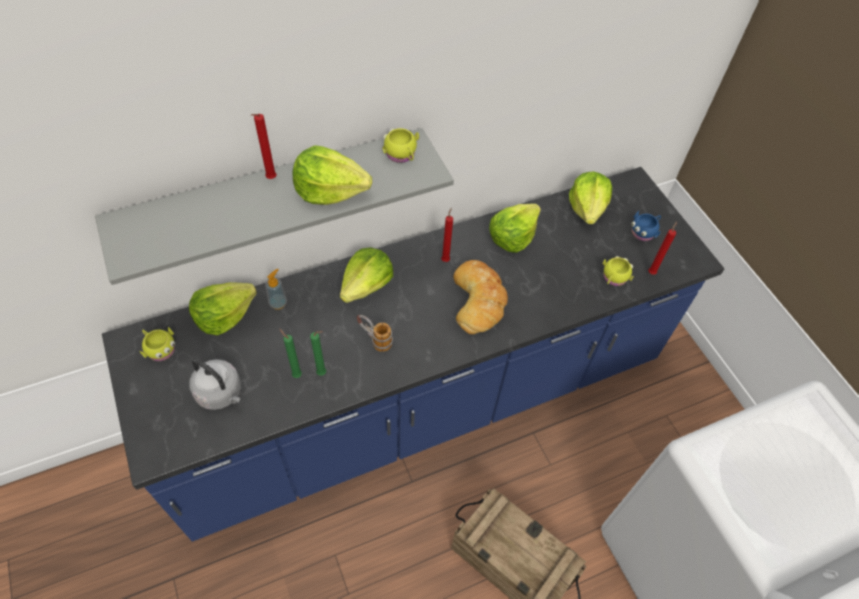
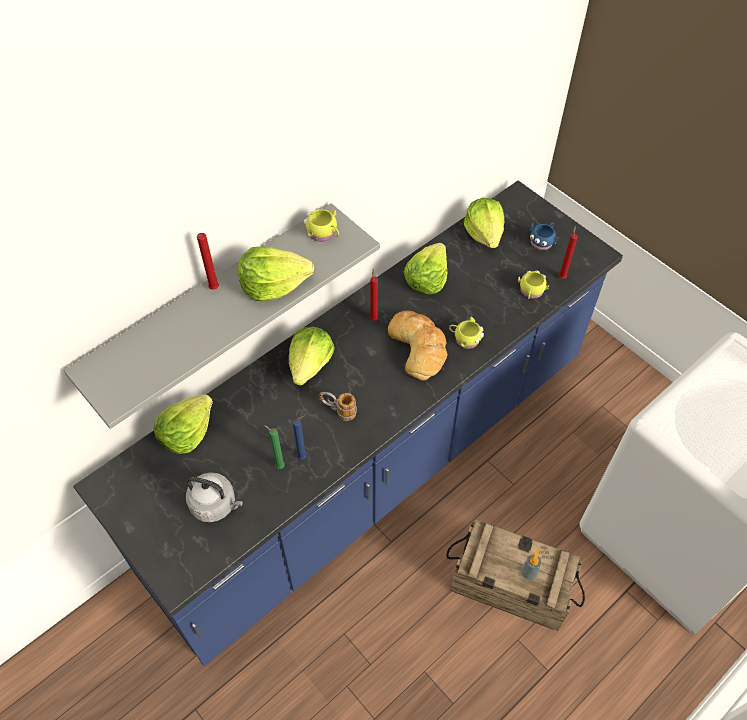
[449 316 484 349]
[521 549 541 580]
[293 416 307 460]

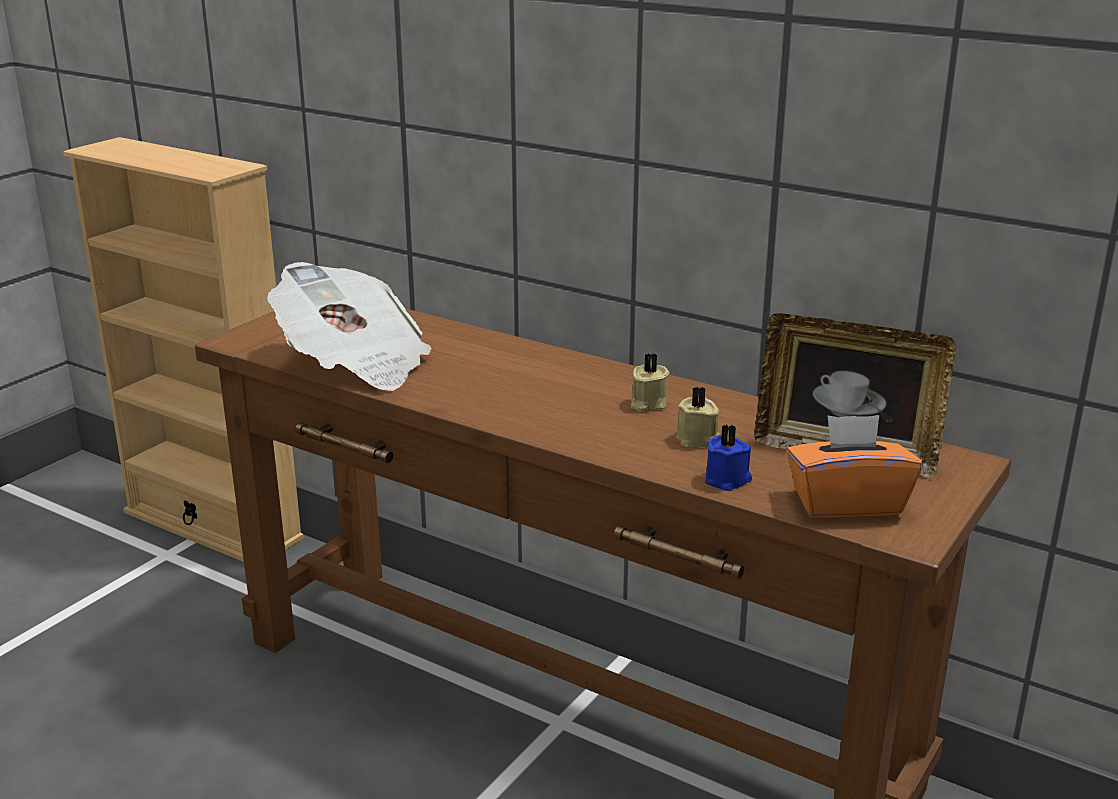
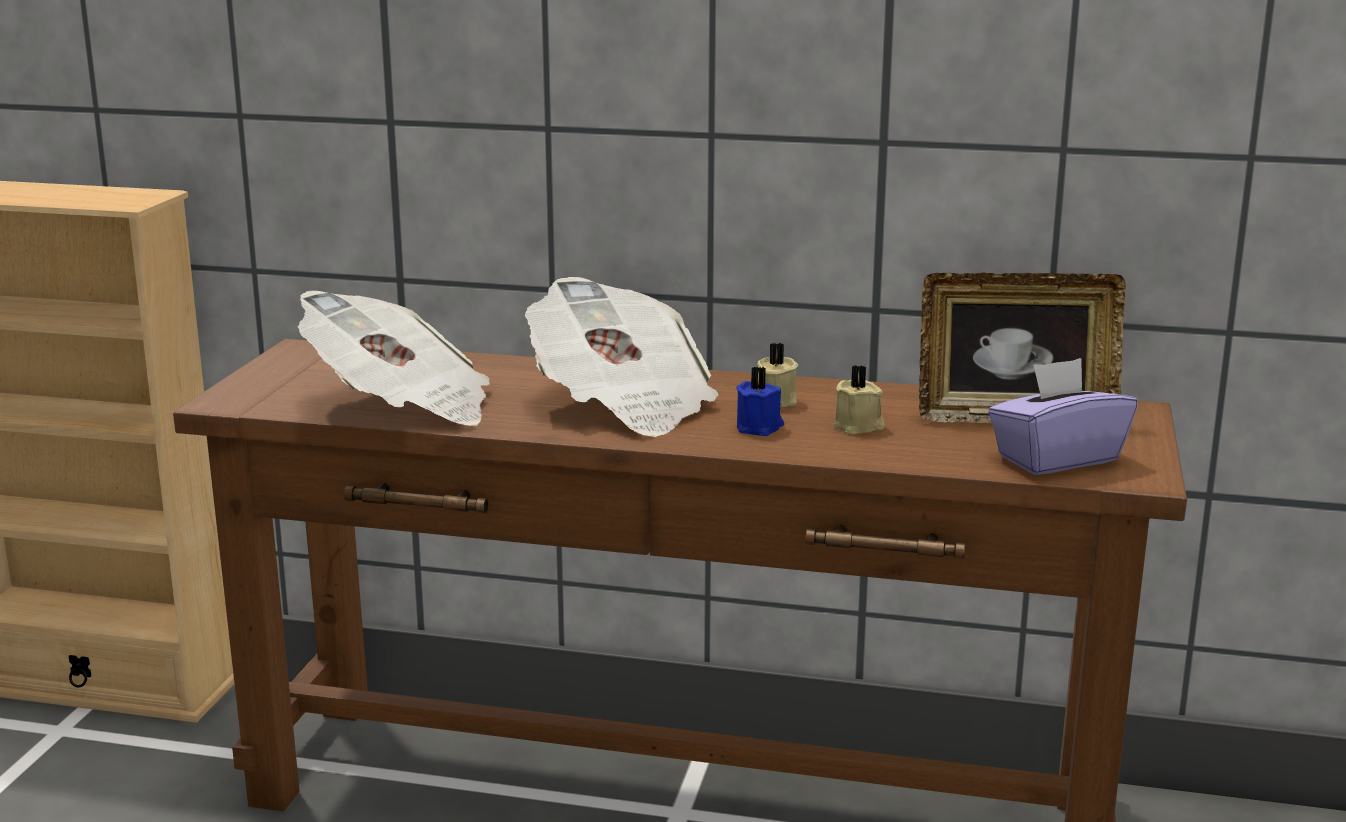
[736 367 784 436]
[988 358 1138 475]
[525 277 719 437]

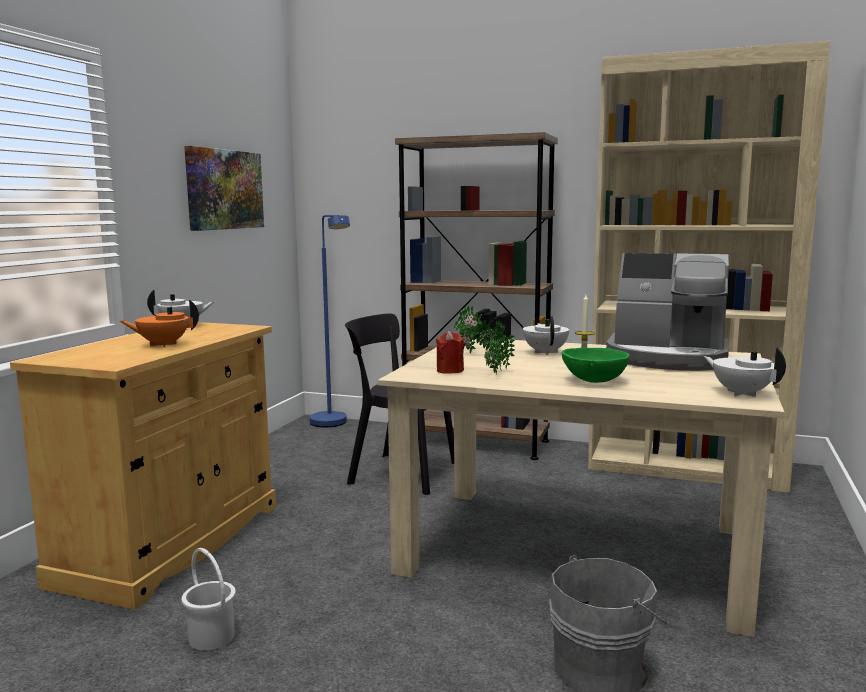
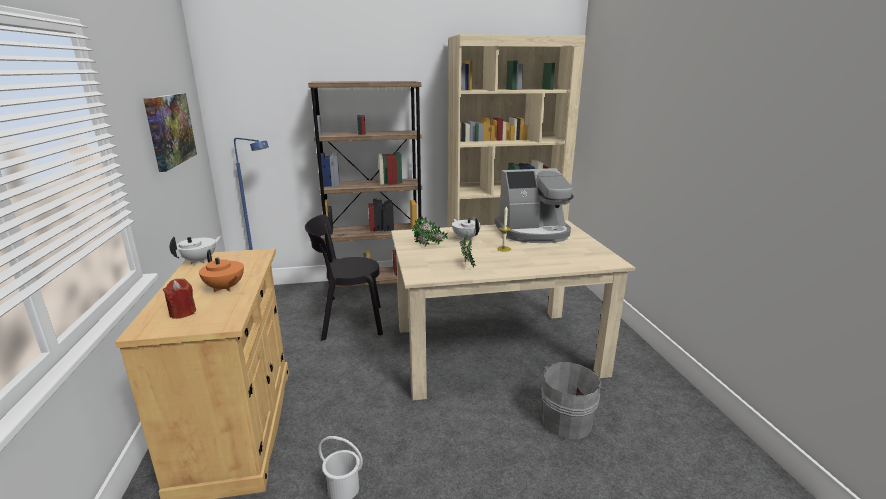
[199 250 244 292]
[163 279 196 319]
[562 347 629 383] (first image)
[704 347 786 397] (first image)

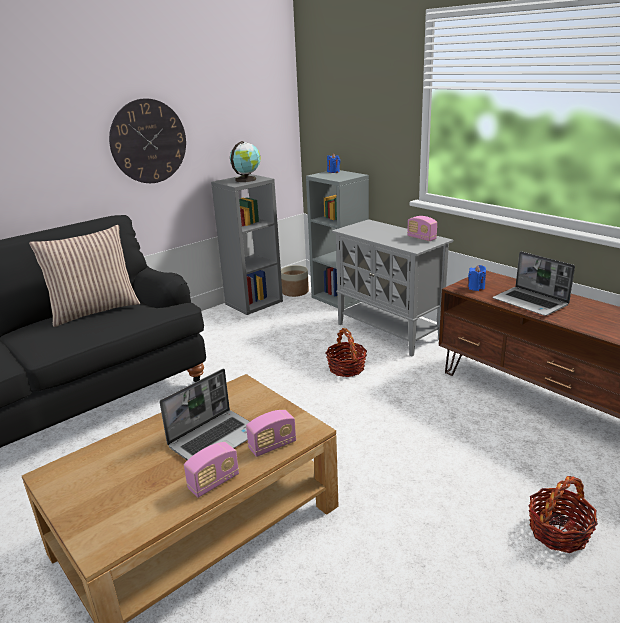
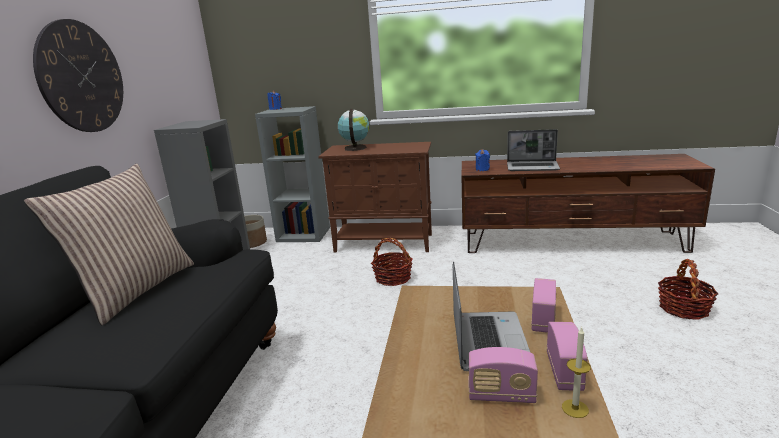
[338 109 369 151]
[318 142 432 252]
[469 347 538 403]
[562 327 591 418]

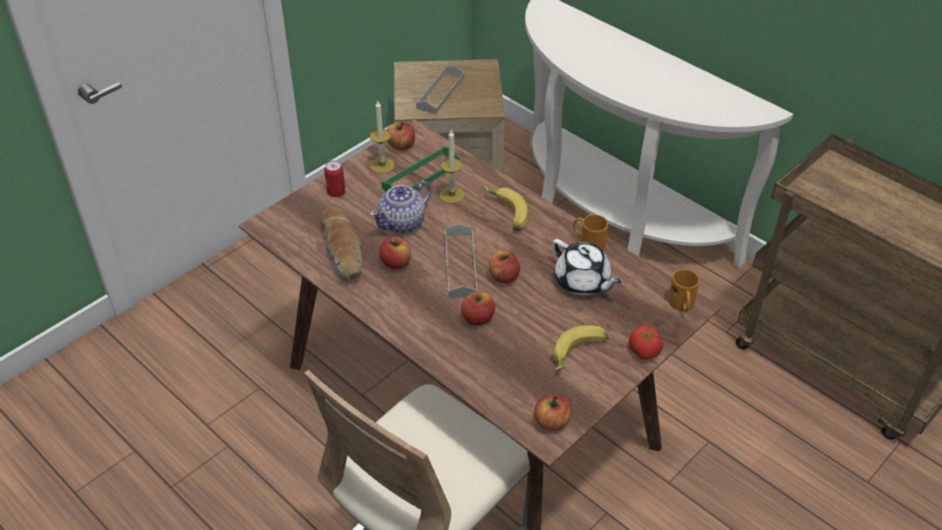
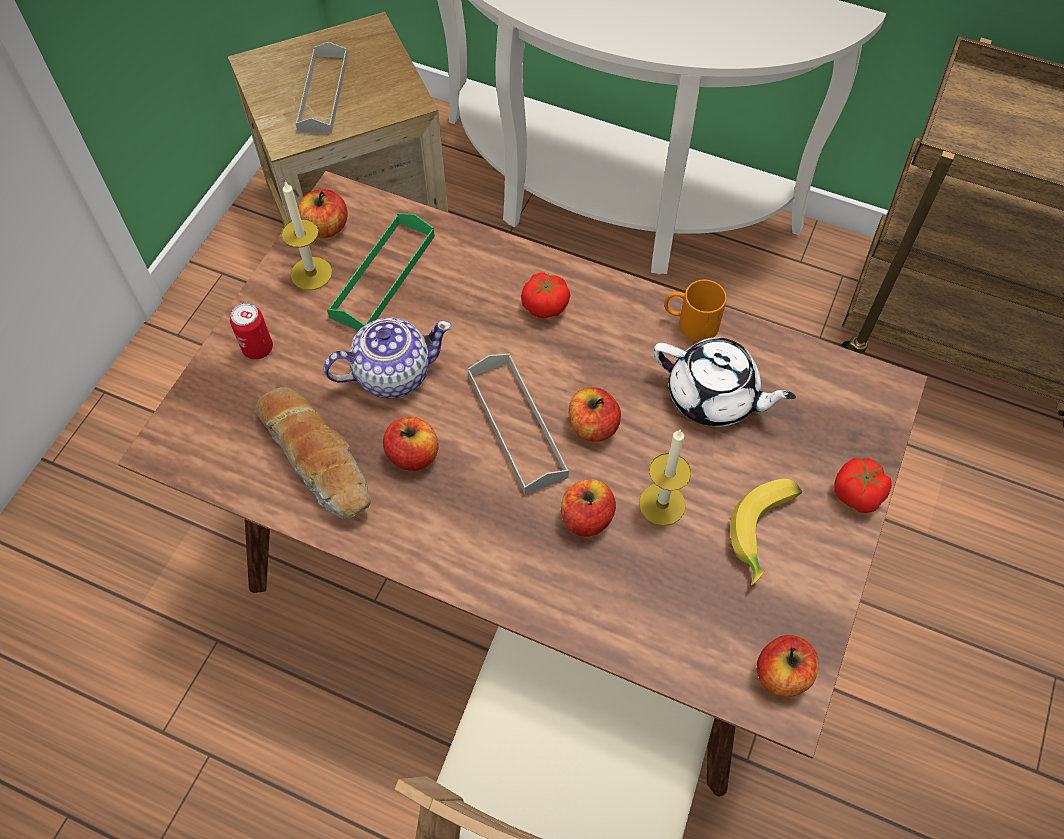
[323 317 452 398]
[639 429 691 526]
[521 273 570 319]
[668 269 700 312] (first image)

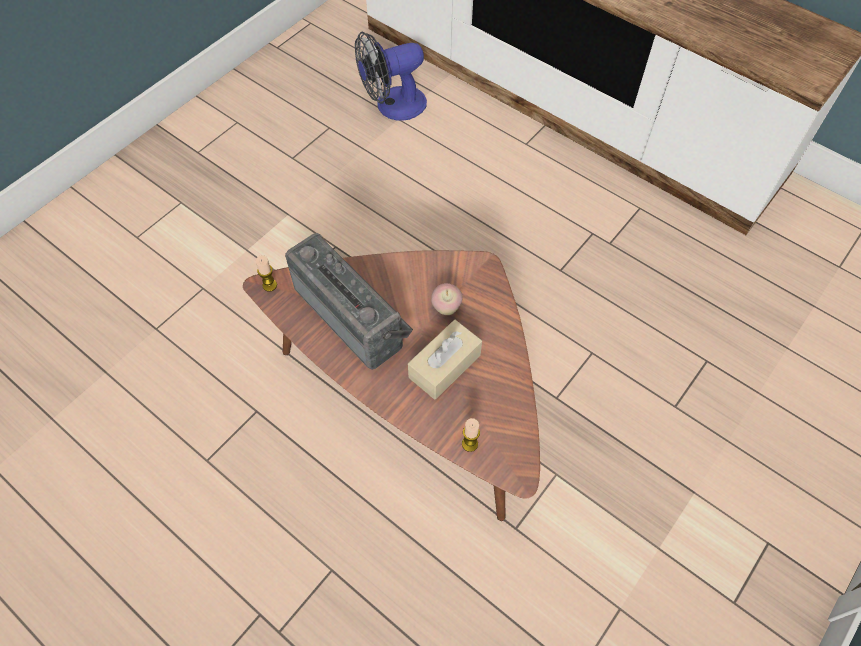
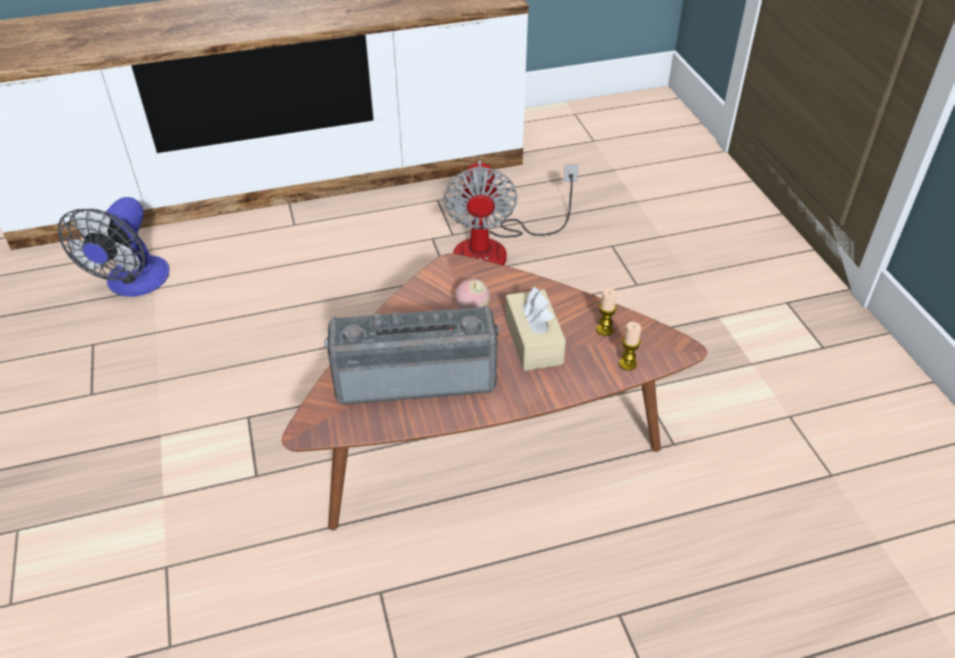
[596 288 617 336]
[443 161 579 265]

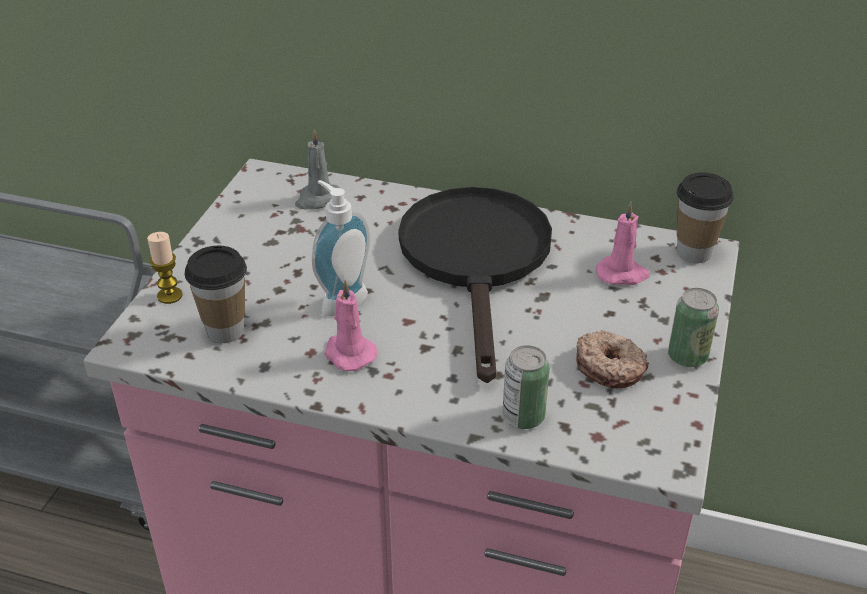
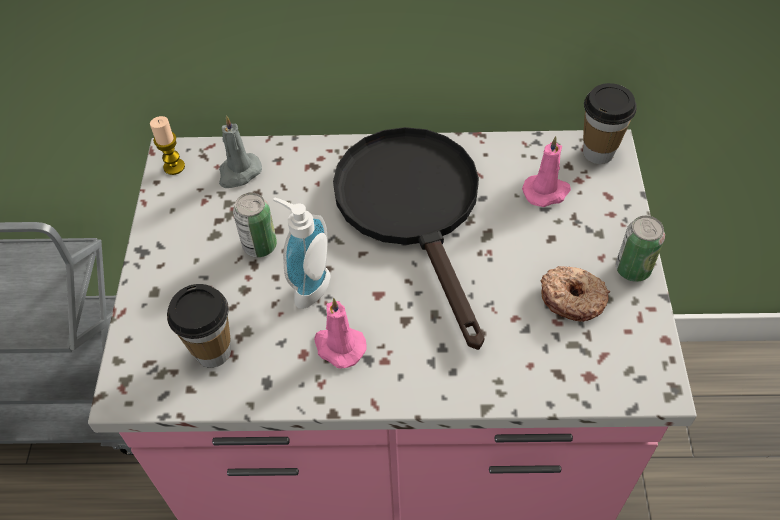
[150 116 185 175]
[233 193 277 257]

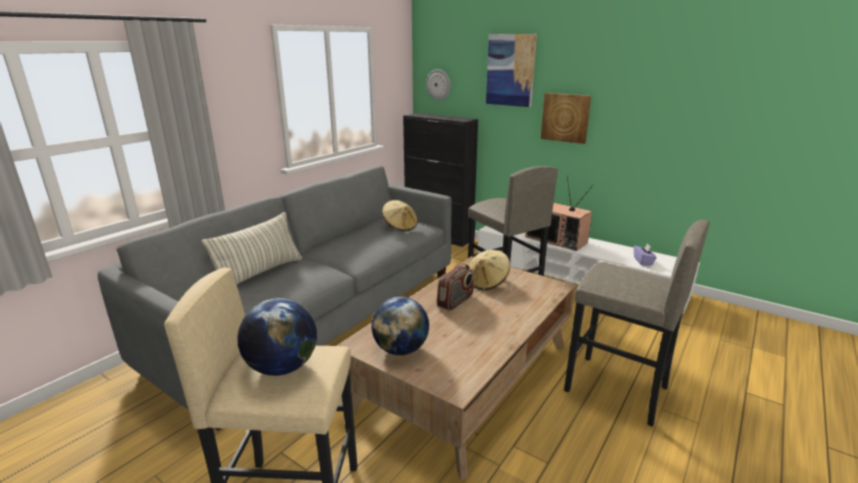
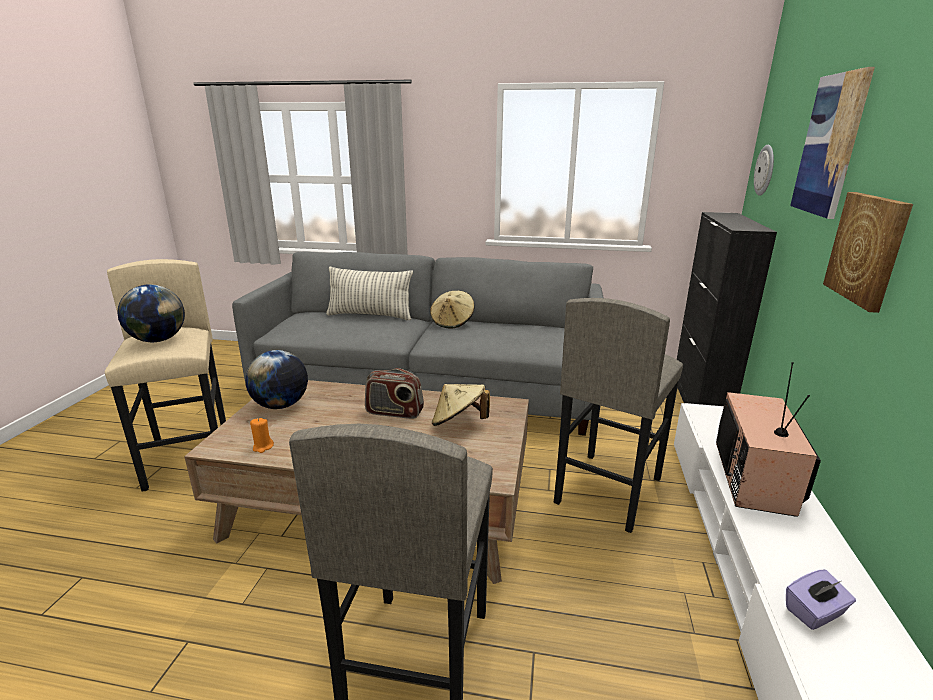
[430 291 474 329]
[250 418 274 453]

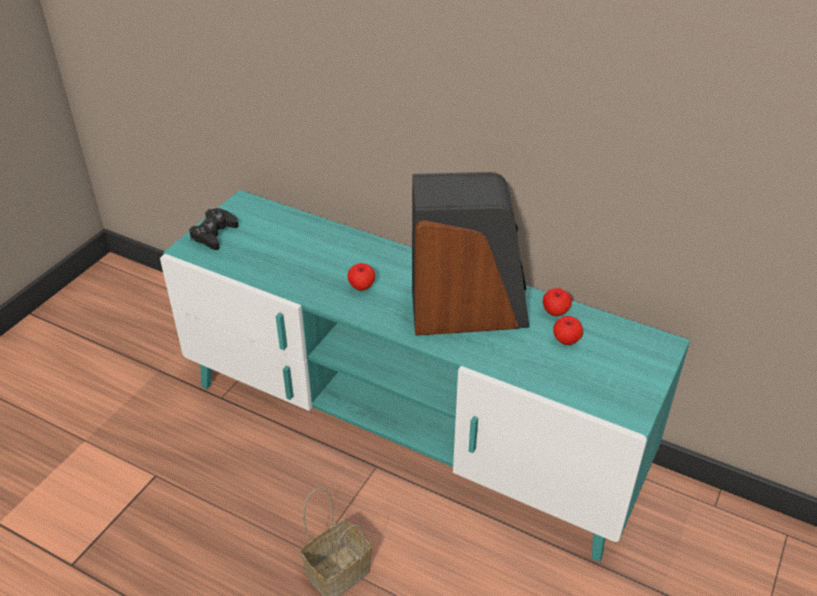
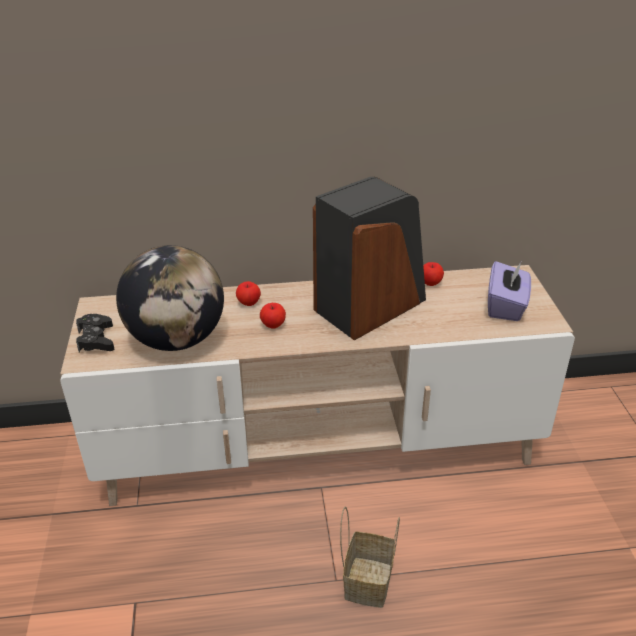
[60 265 575 506]
[236 281 261 306]
[116 245 224 351]
[488 261 531 321]

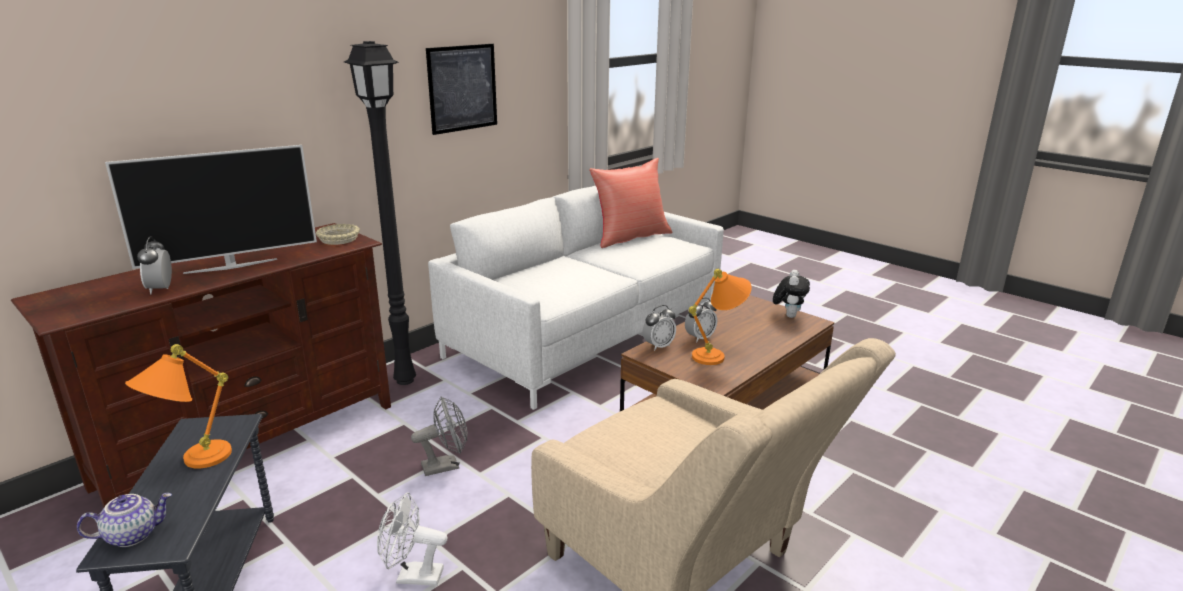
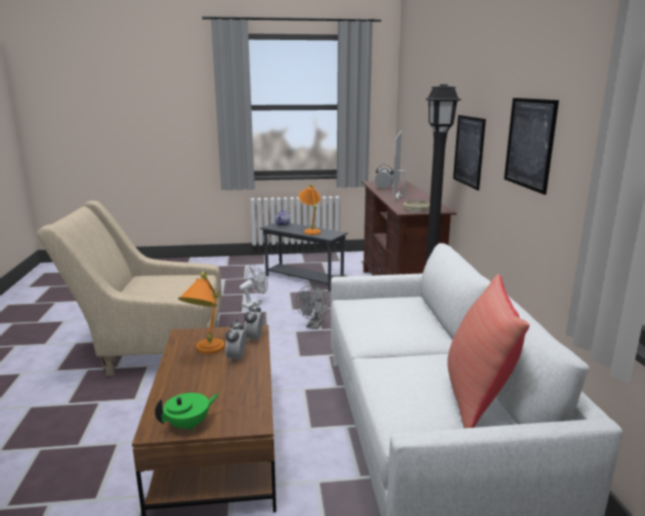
[155 393 219 431]
[453 115 486 190]

